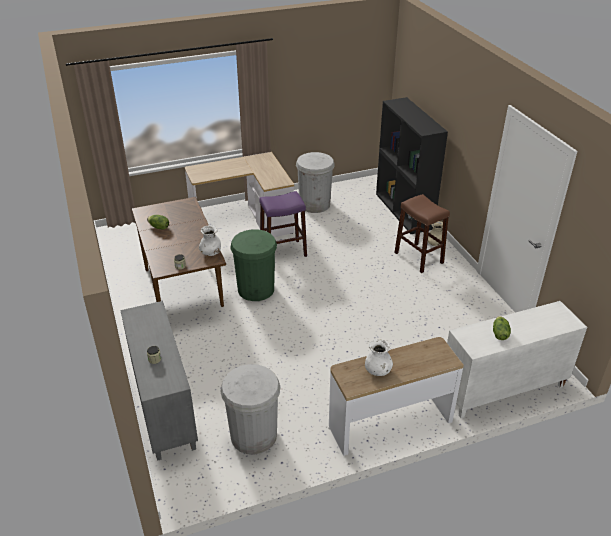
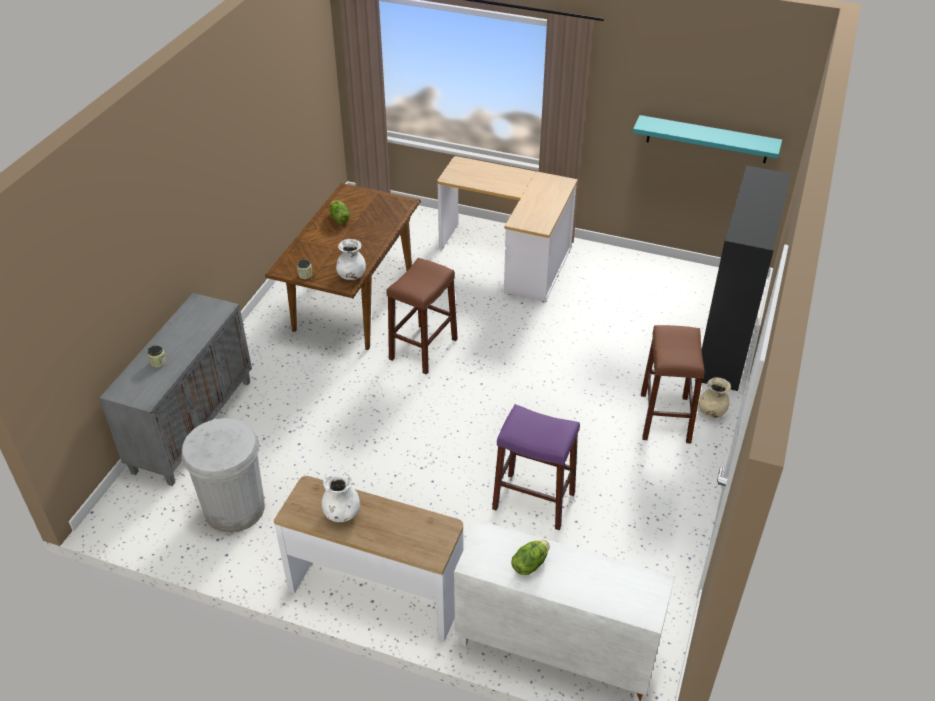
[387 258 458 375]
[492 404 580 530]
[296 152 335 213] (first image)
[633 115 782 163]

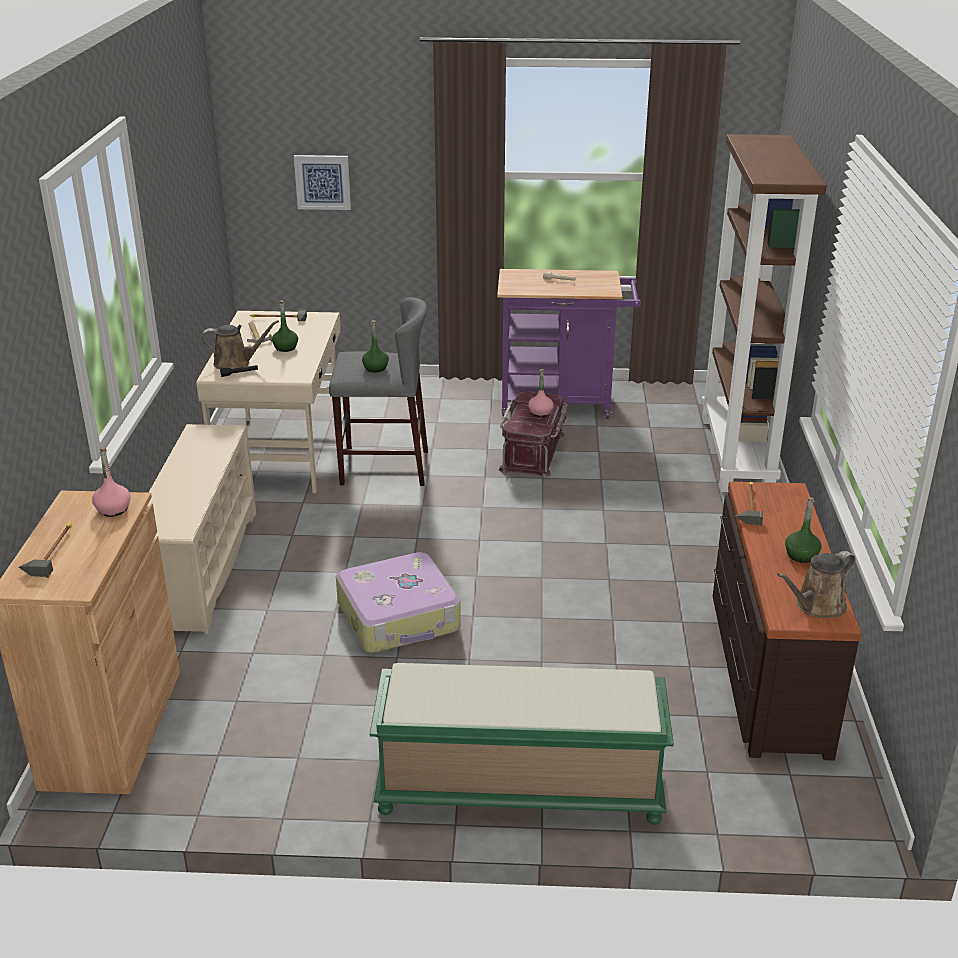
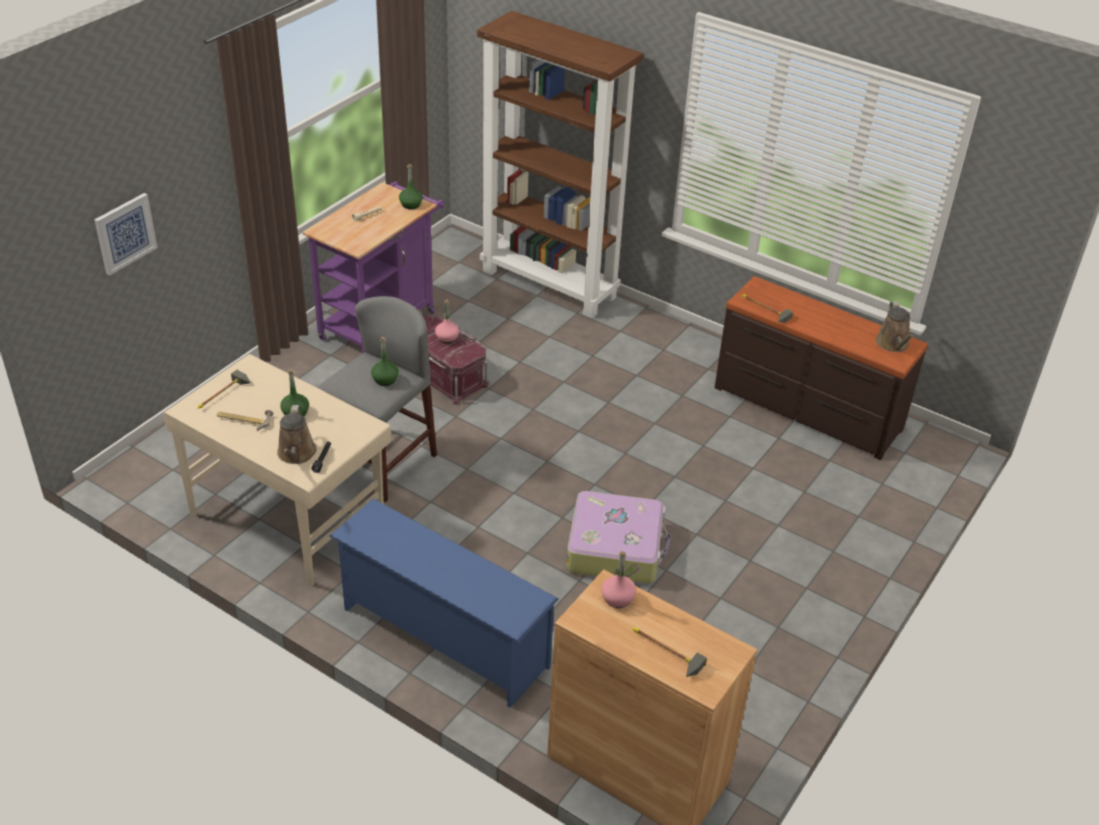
[329 499 559 708]
[277 405 317 464]
[370 663 674 825] (first image)
[399 164 423 209]

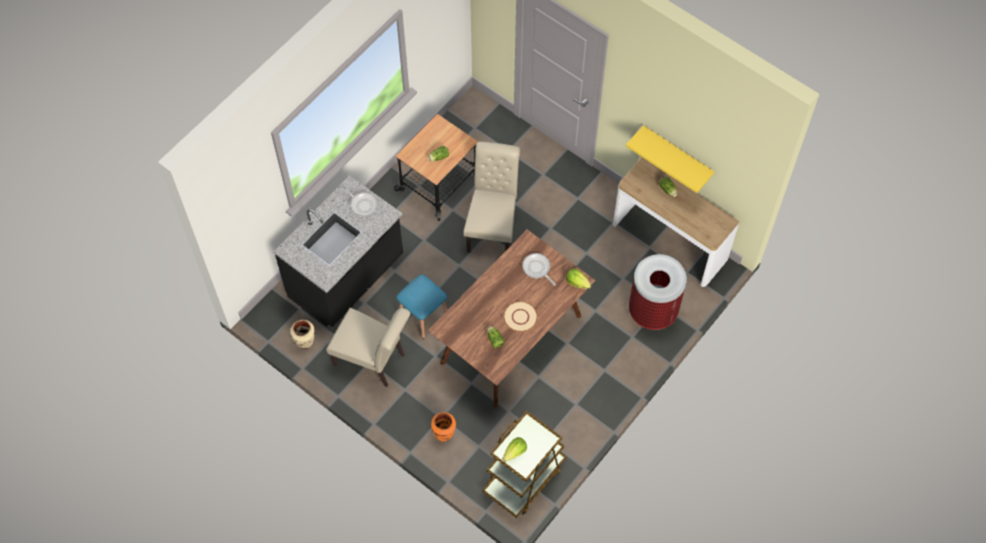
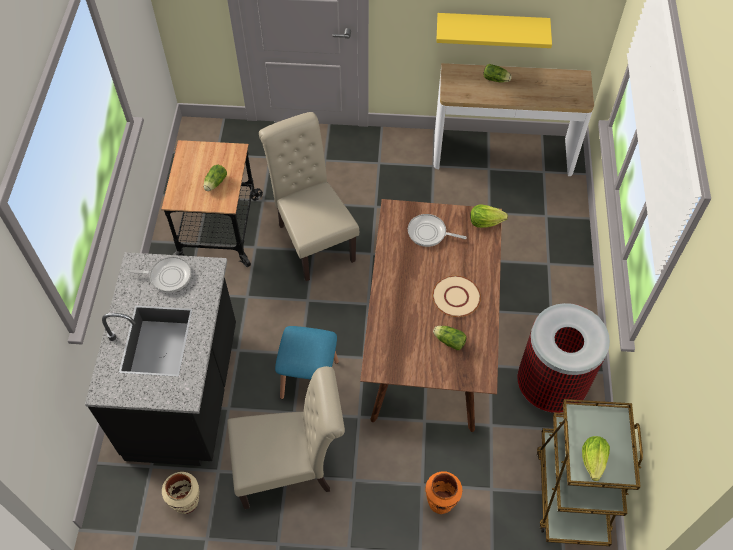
[517 303 610 413]

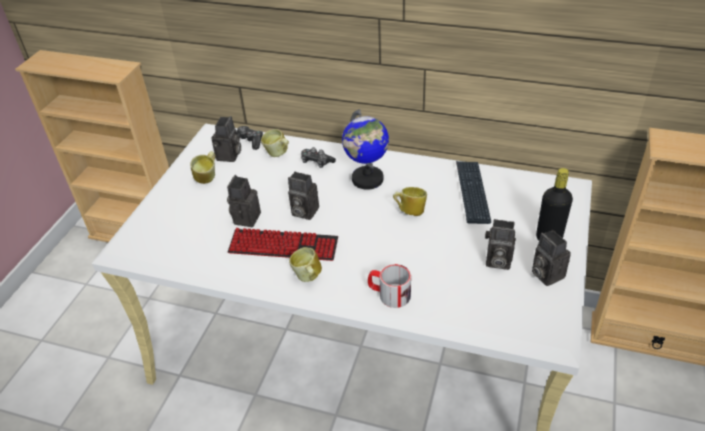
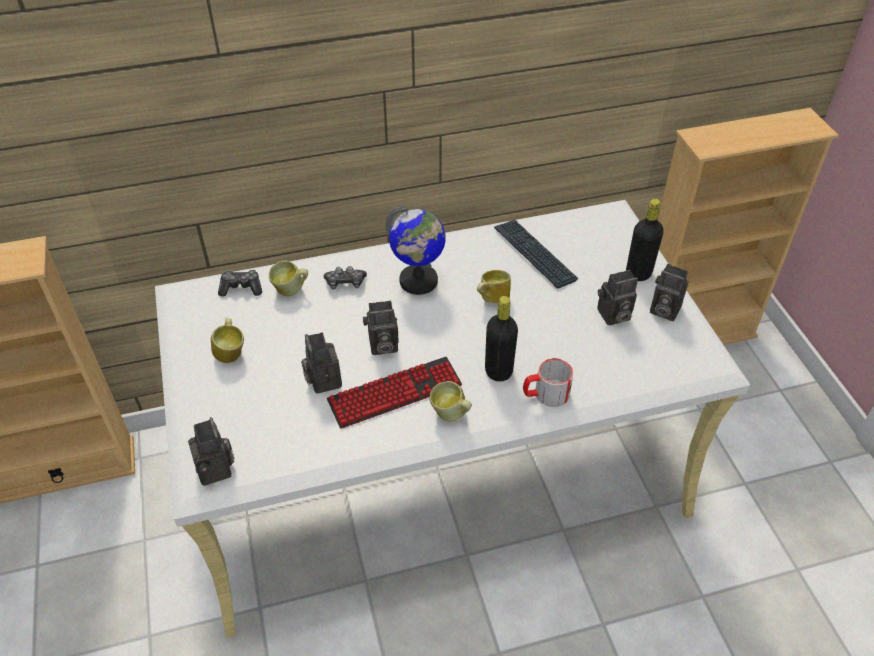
[188 417 234 486]
[485 296 518 382]

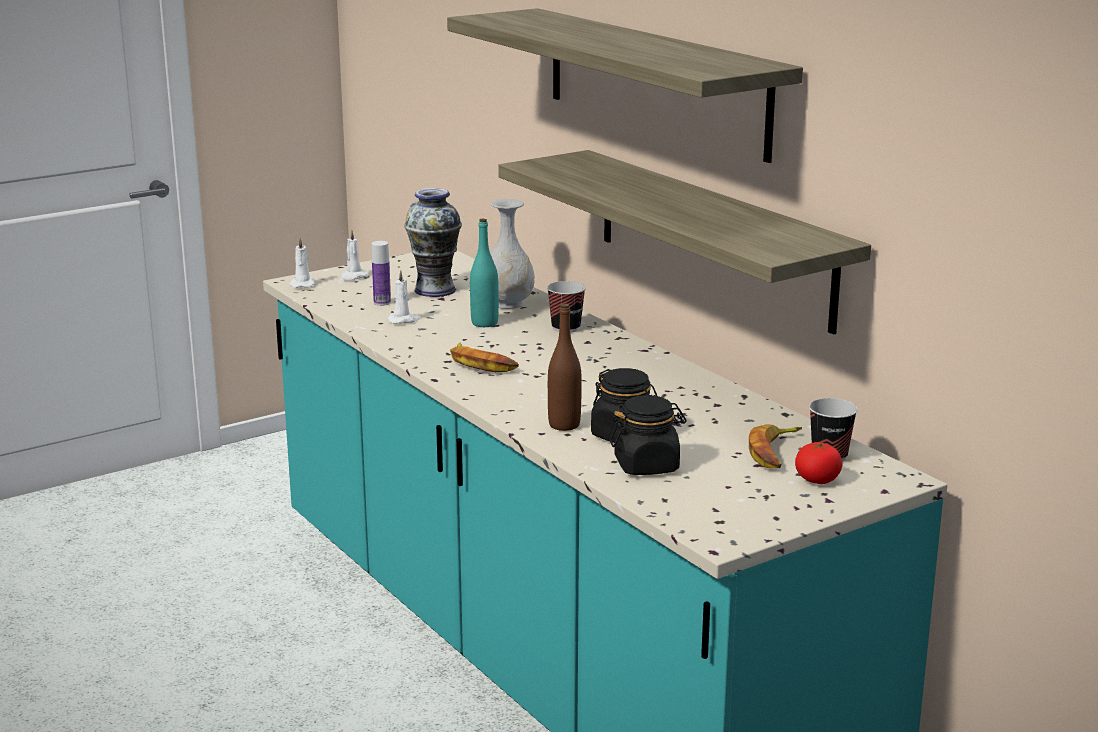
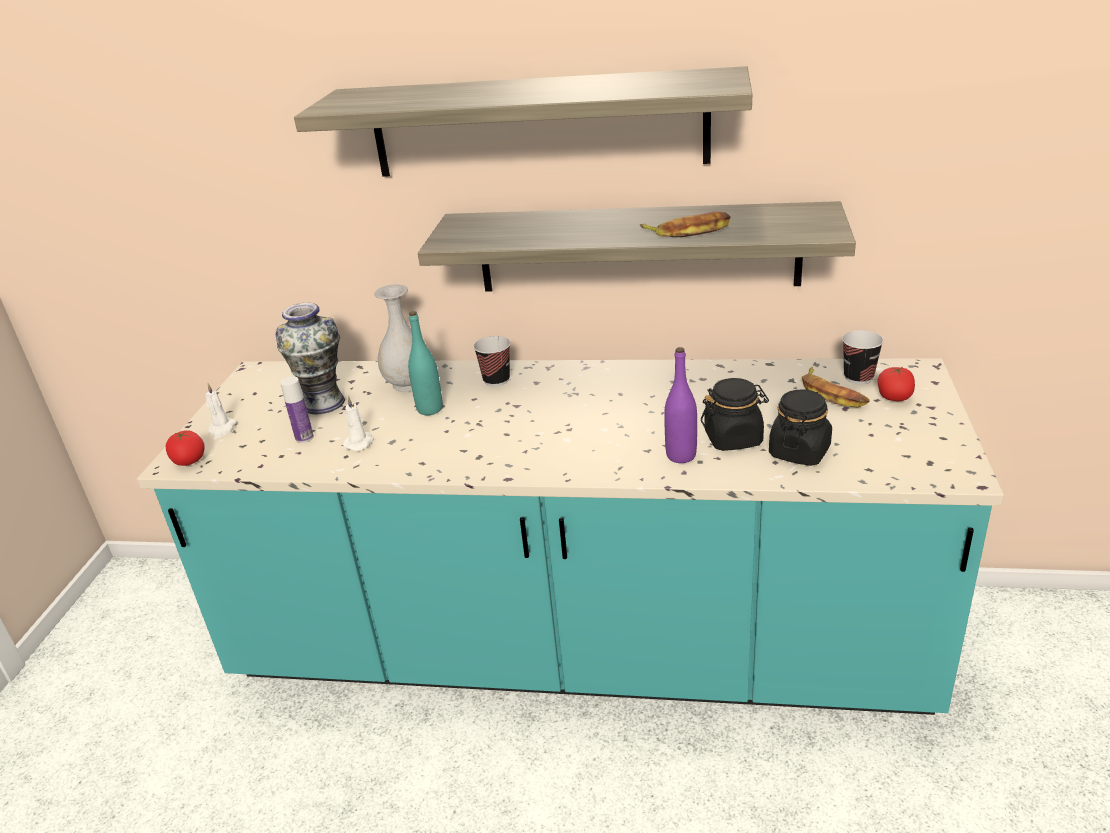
[166 430 205 466]
[640 211 731 237]
[664 347 697 463]

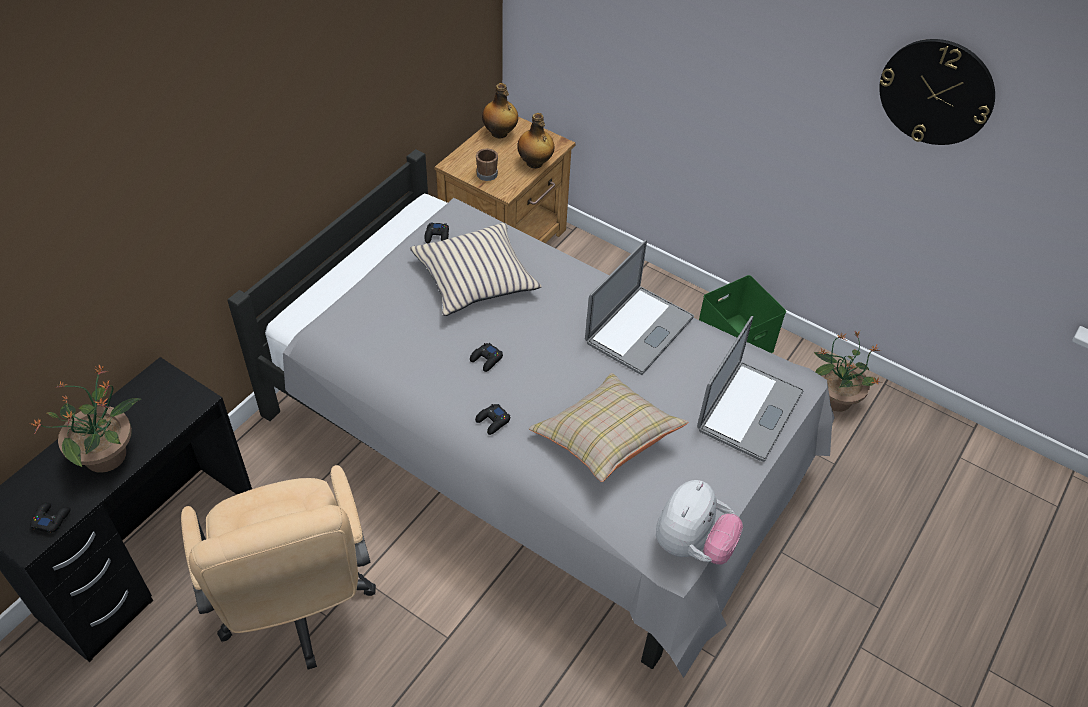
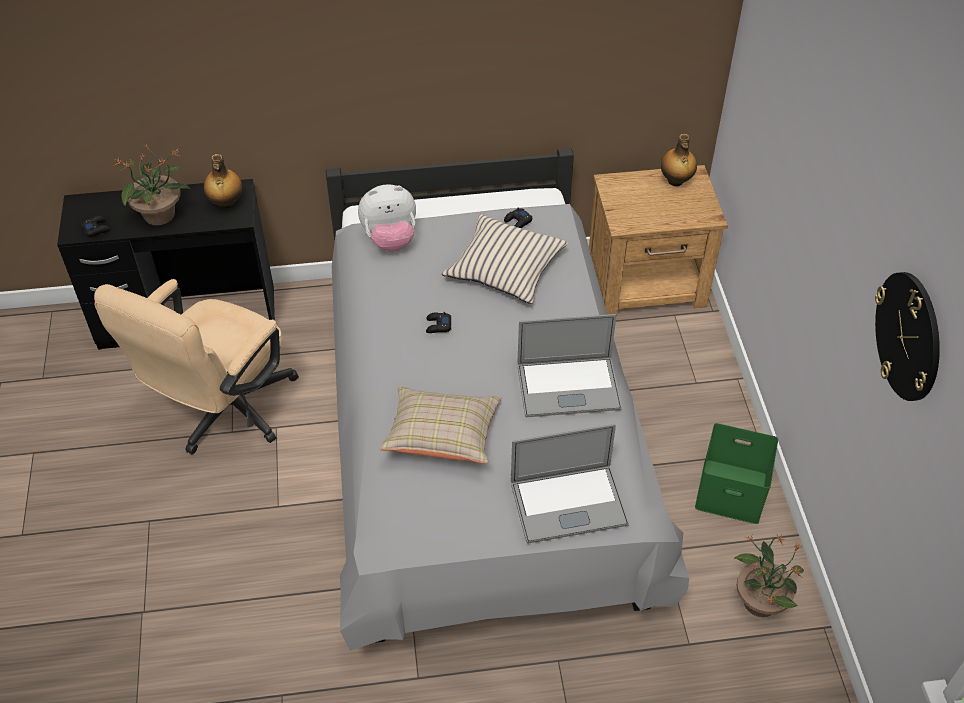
[475 404 510 435] (first image)
[476 149 498 181] (first image)
[204 154 242 209]
[358 184 416 251]

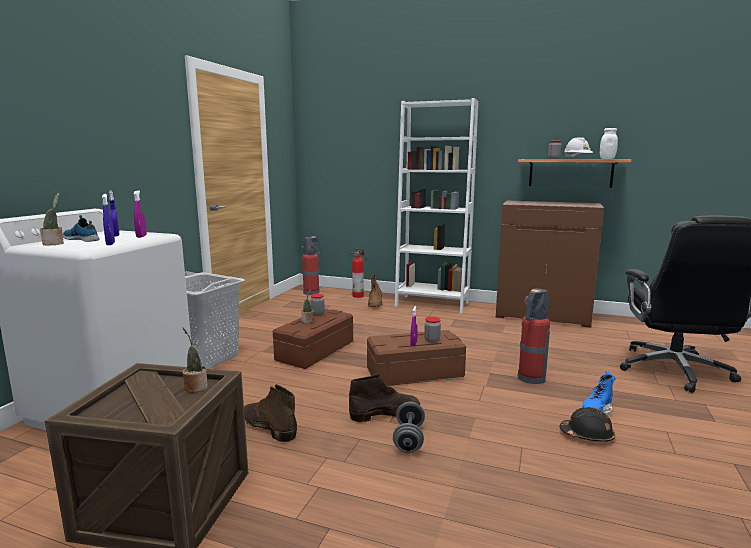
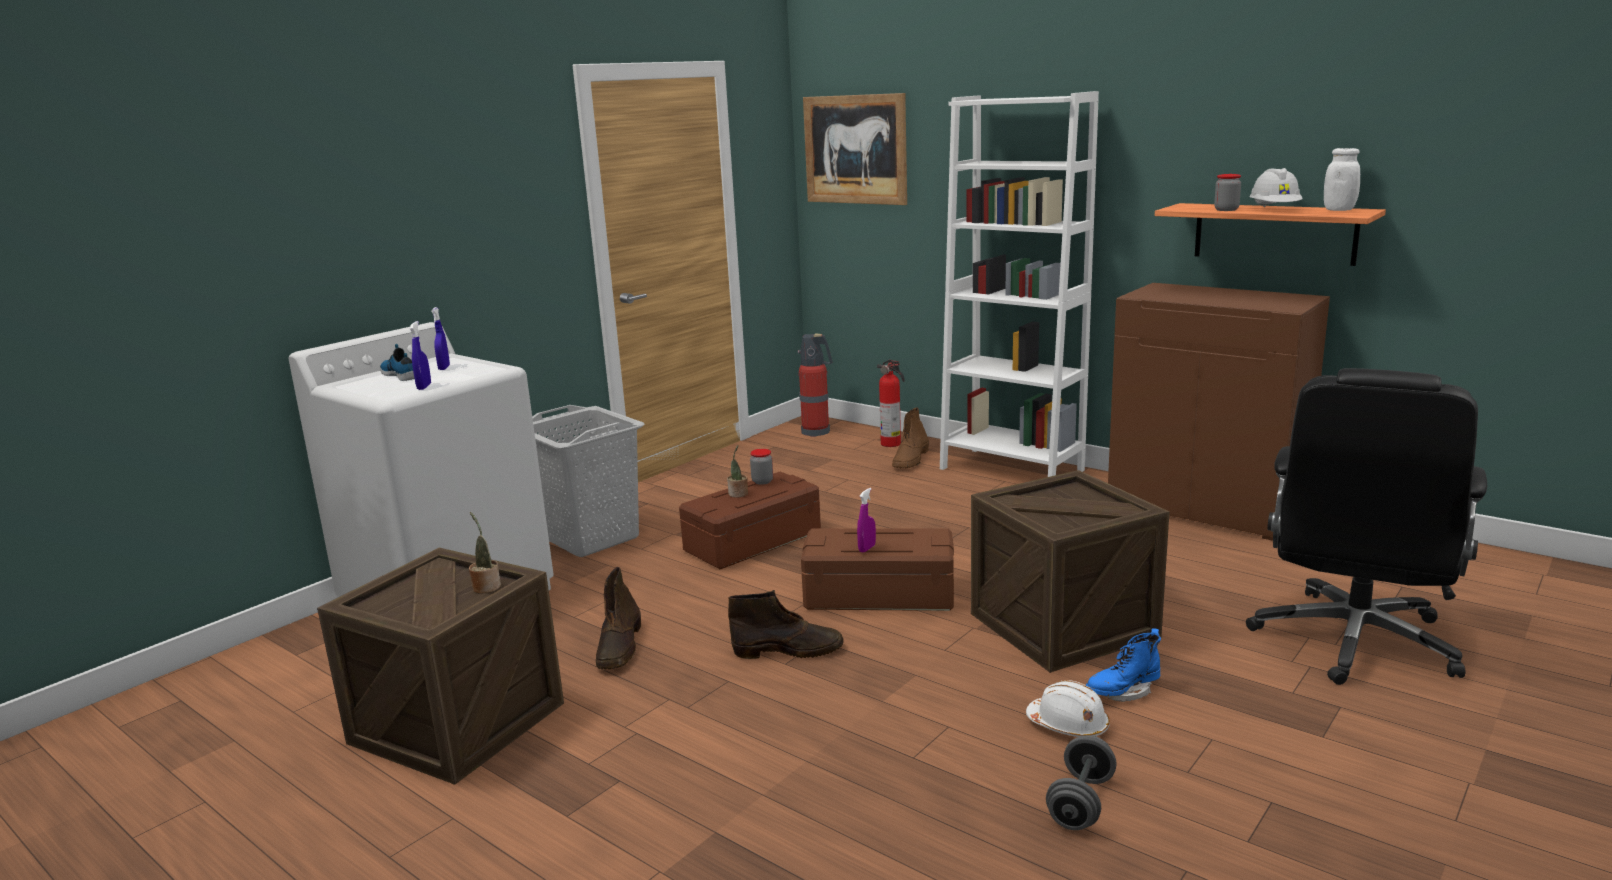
[40 193 64 245] (first image)
[133 190 147 238] (first image)
[596 567 641 670]
[1046 735 1117 830]
[424 317 441 343] (first image)
[971 470 1169 673]
[1026 680 1110 737]
[803 93 907 205]

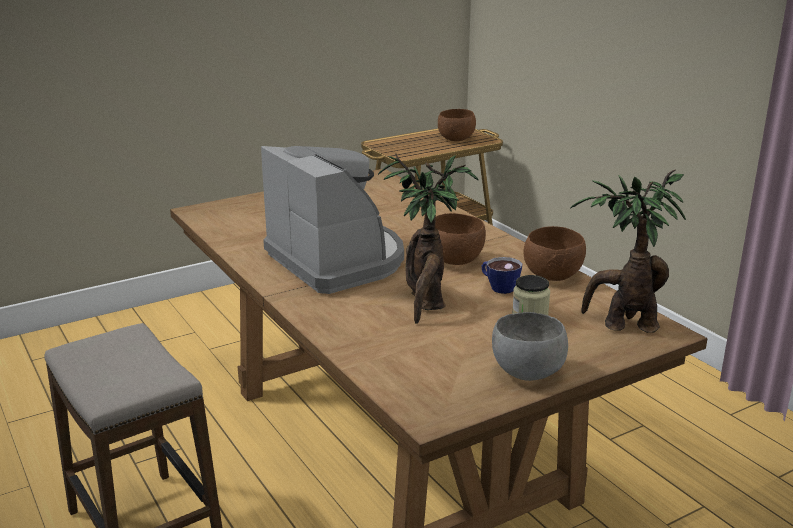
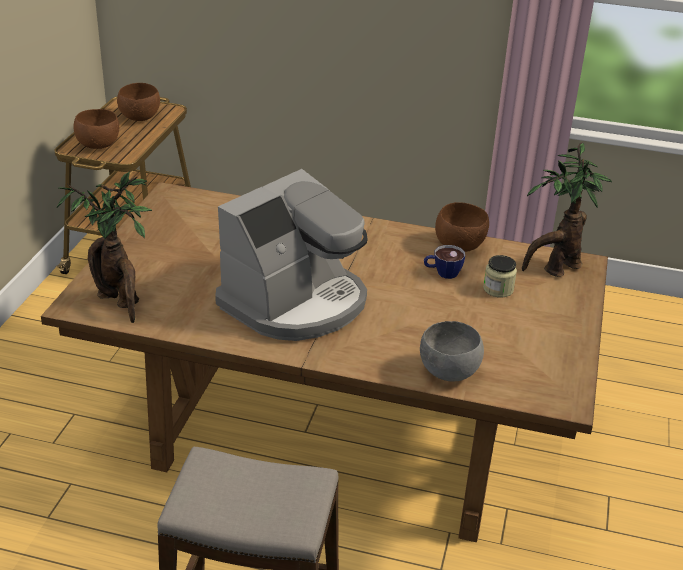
[215 169 367 341]
[57 171 152 323]
[73 109 119 149]
[420 321 484 381]

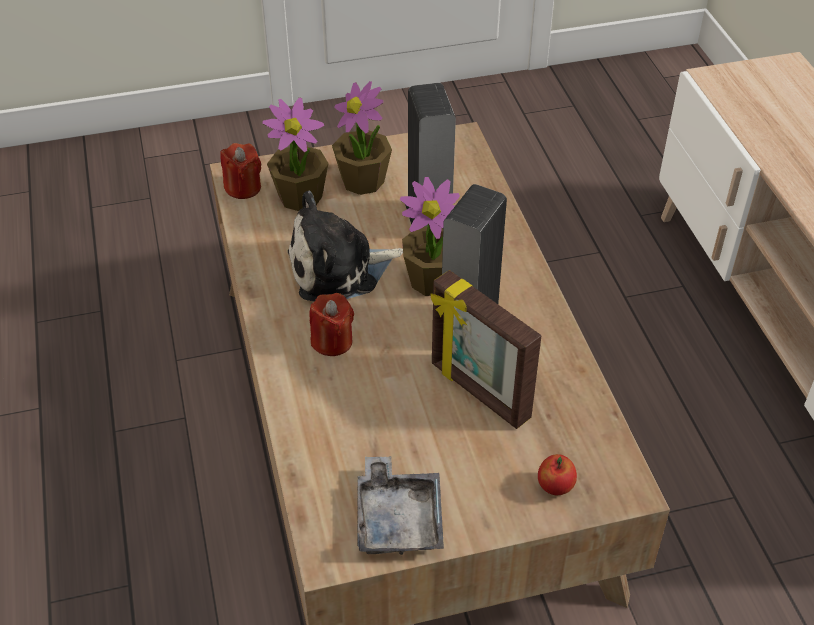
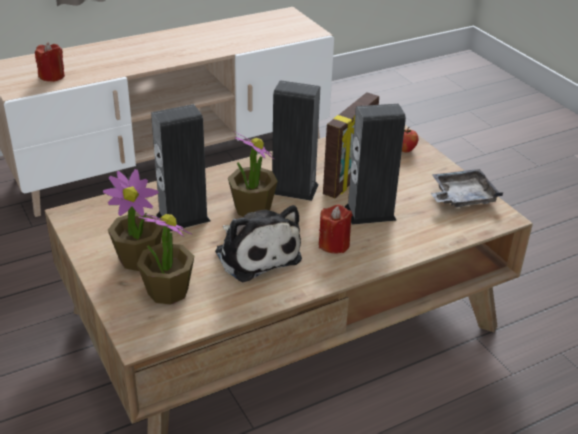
[35 42 65 82]
[345 103 406 225]

